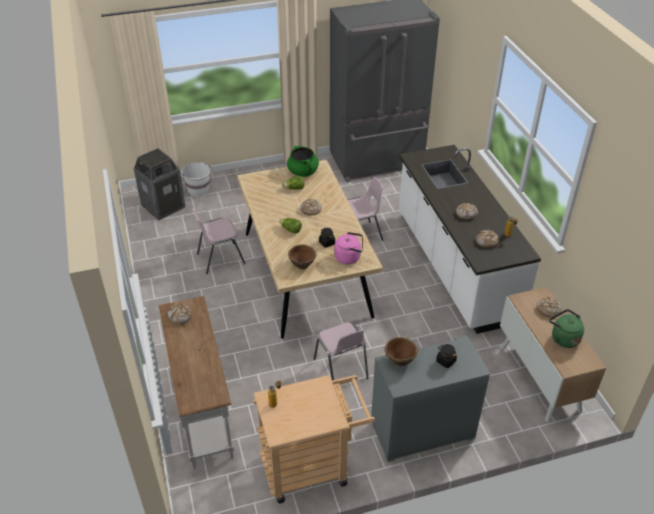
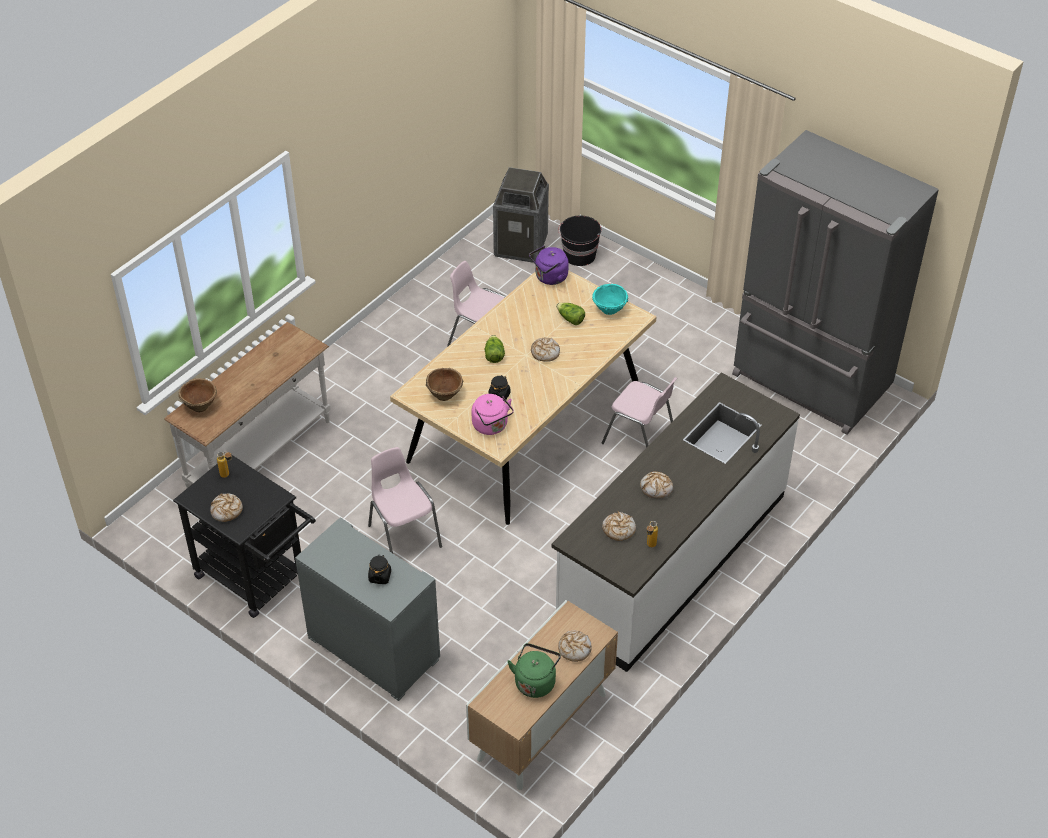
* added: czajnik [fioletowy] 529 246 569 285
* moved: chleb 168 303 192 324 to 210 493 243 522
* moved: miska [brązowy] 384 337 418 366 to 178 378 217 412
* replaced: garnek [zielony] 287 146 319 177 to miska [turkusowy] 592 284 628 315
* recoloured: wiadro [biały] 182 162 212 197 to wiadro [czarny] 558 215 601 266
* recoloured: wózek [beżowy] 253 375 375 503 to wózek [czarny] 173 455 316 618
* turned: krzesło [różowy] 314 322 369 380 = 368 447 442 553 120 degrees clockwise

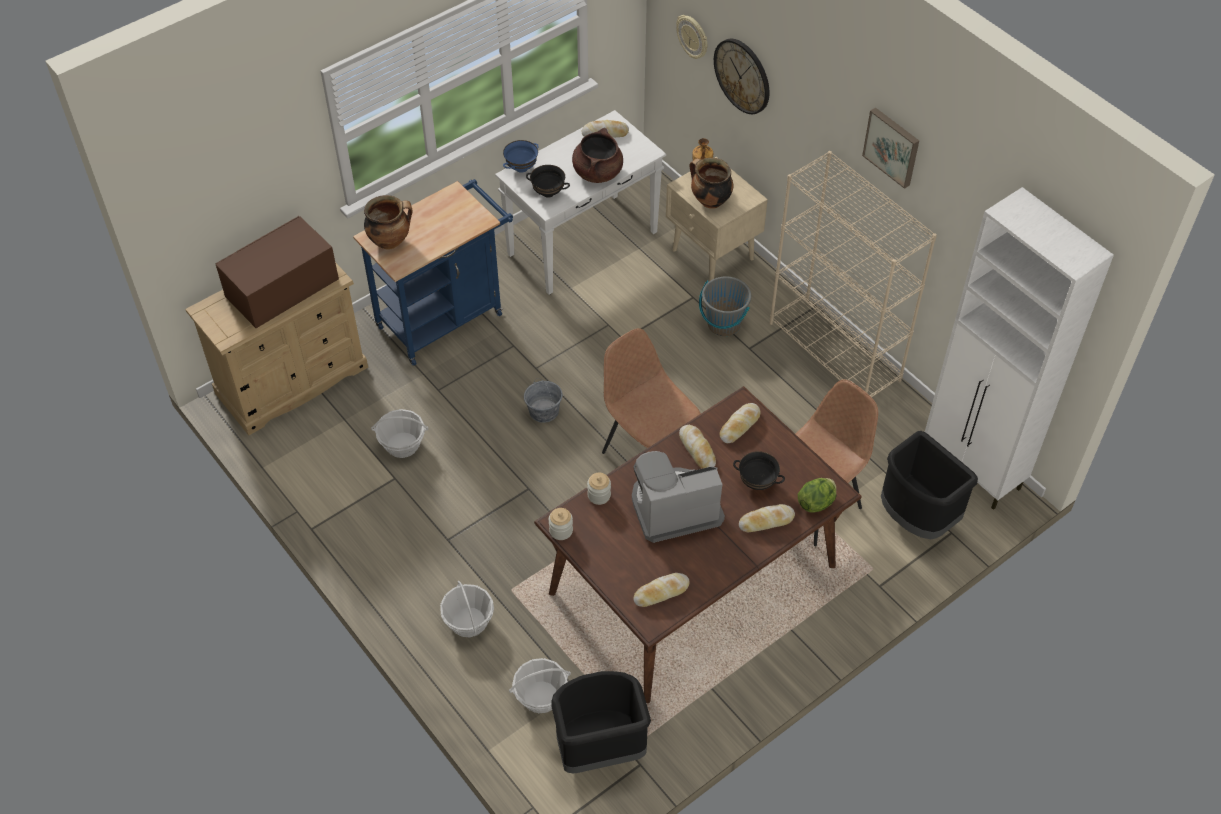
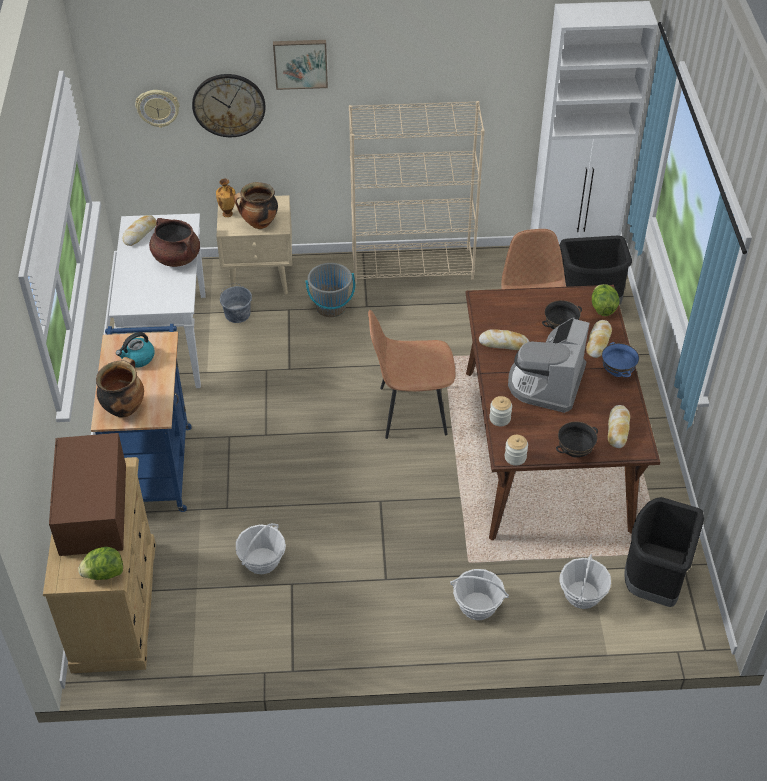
* removed: chleb 720 403 761 443
* added: sałata 78 547 123 580
* added: czajnik 116 332 155 368
* moved: miska [niebieski] 503 140 539 173 to 602 342 639 377
* moved: wiadro [szary] 524 378 563 423 to 220 283 252 323
* moved: miska [czarny] 526 165 570 198 to 556 422 598 457
* moved: obraz 862 108 919 189 to 273 40 328 90

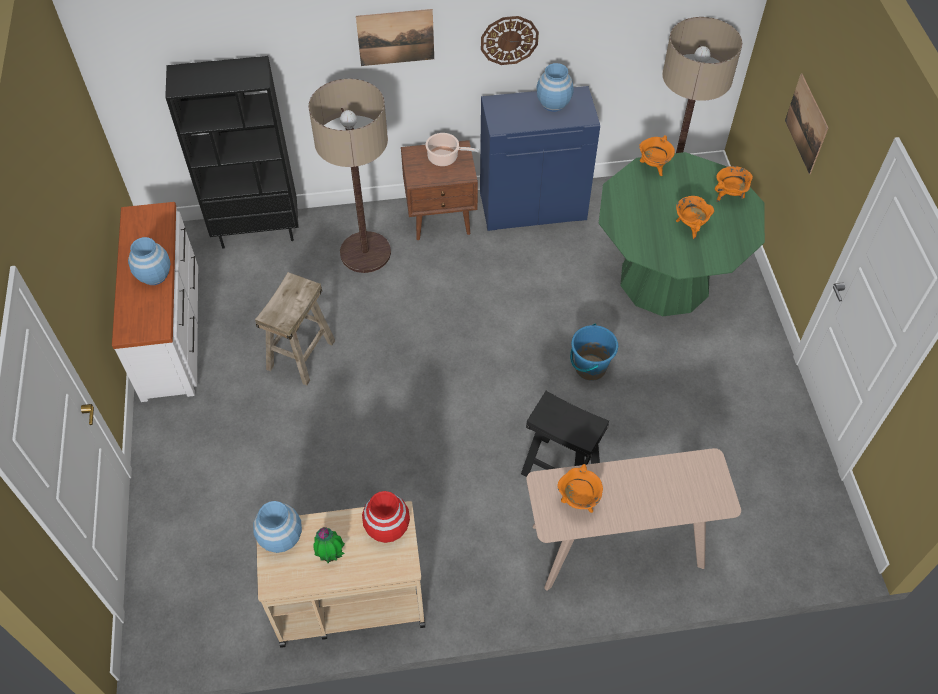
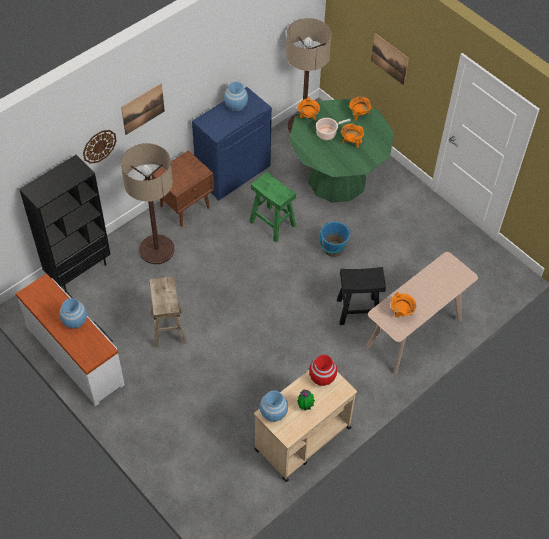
* added: stołek [zielony] 249 172 296 242
* moved: garnek 426 133 479 166 to 316 118 351 140
* moved: zegar ścienny 481 16 539 65 to 83 130 117 164

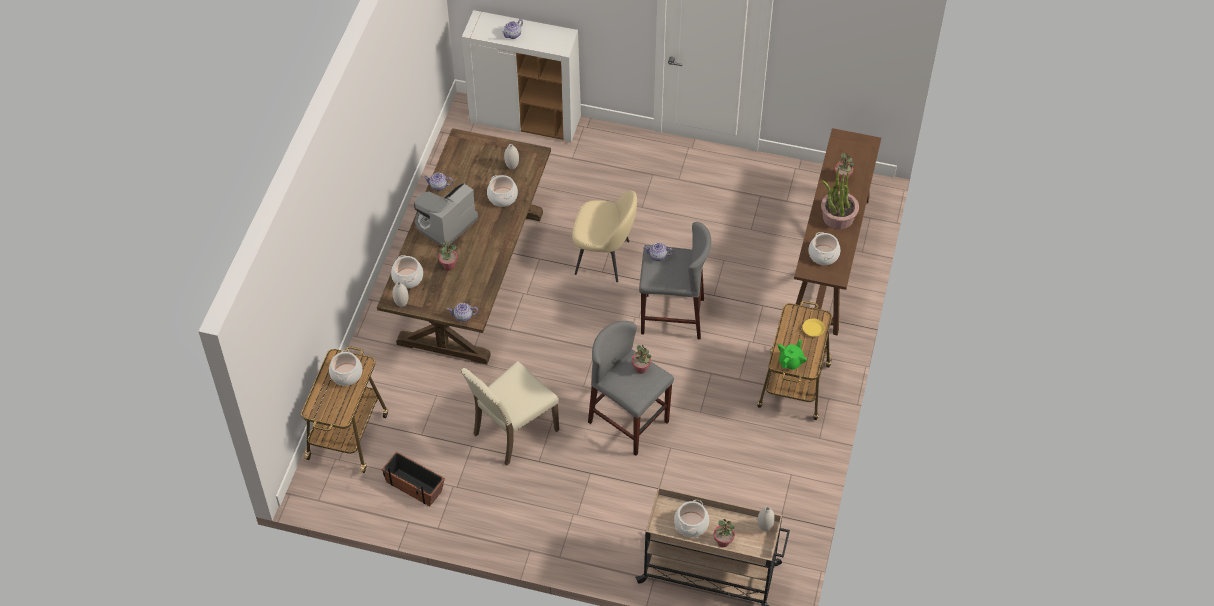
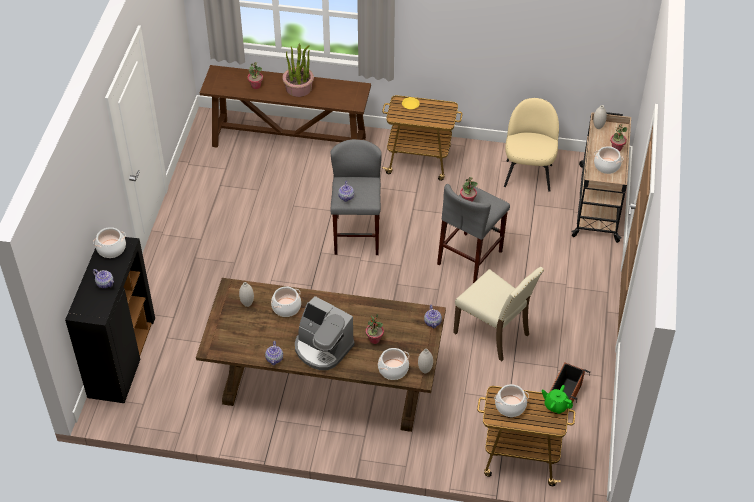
* moved: krzesło [beżowy] 572 190 637 282 to 504 98 559 192
* moved: imbryk [zielony] 778 340 807 370 to 542 385 573 414
* moved: garnek 808 232 840 265 to 93 227 126 258
* recoloured: szafka [biały] 462 10 581 142 to szafka [czarny] 65 237 155 403

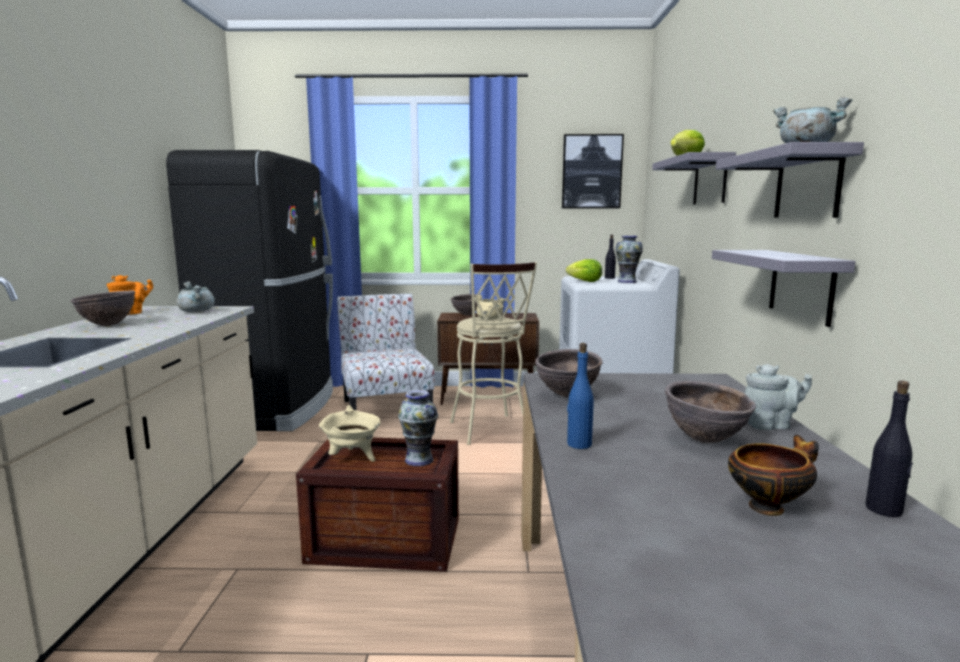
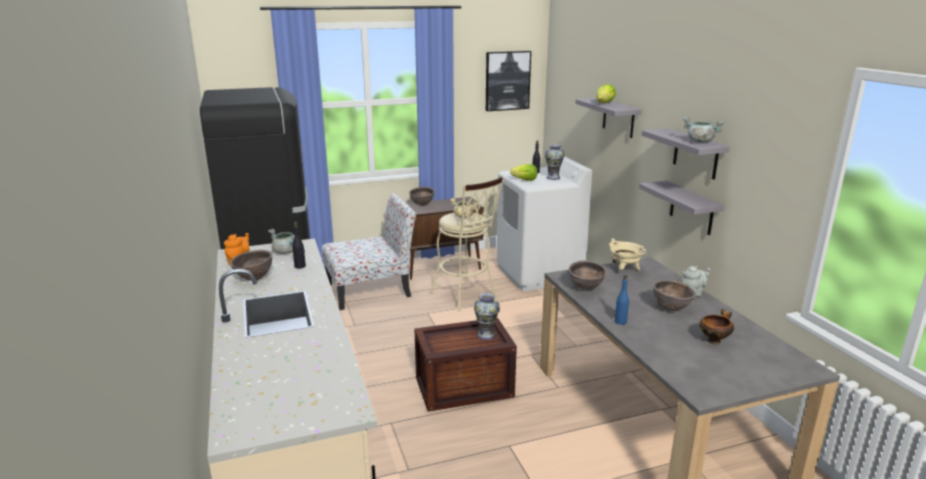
* moved: garnek [beżowy] 319 405 381 462 to 609 238 647 270
* moved: butelka [czarny] 865 381 913 517 to 292 222 306 269
* turned: krzesło 337 294 434 410 = 322 193 416 310 105 degrees clockwise

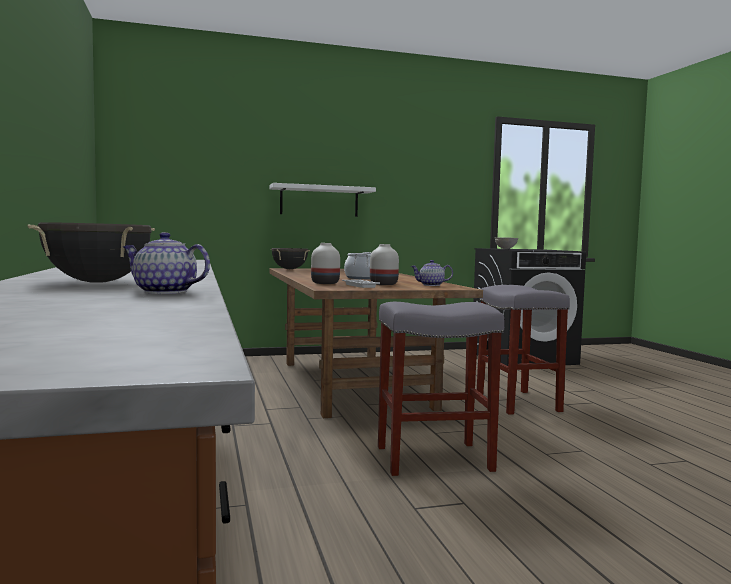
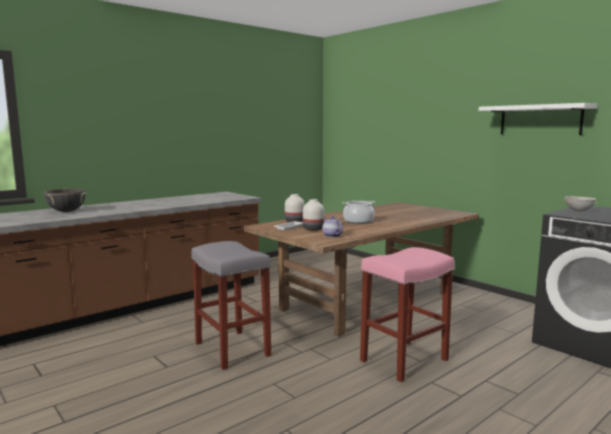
* removed: imbryk 123 232 210 294
* removed: garnek [czarny] 271 248 310 269
* moved: półka [biały] 269 183 376 217 to 479 103 597 135
* recoloured: stołek [szary] 477 285 570 415 to stołek [różowy] 360 247 455 382

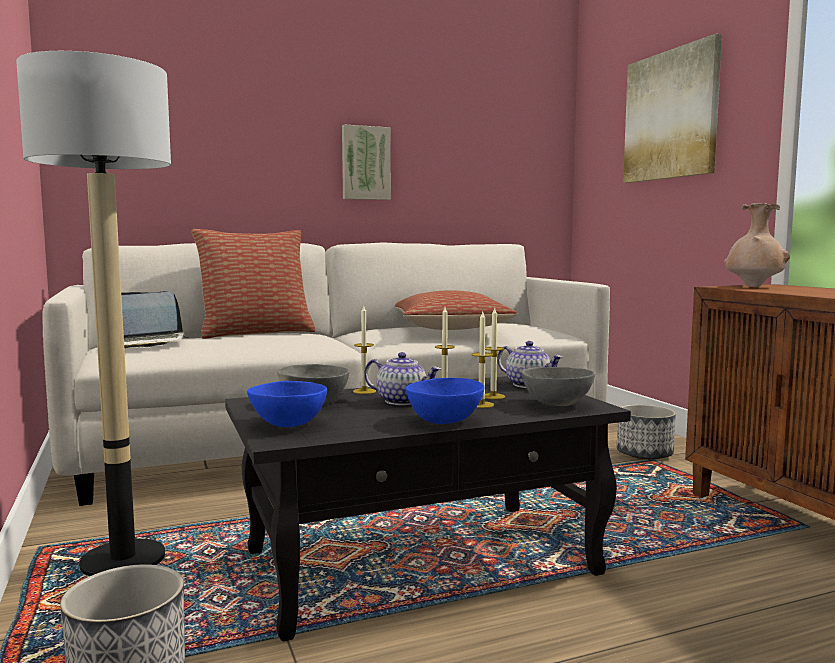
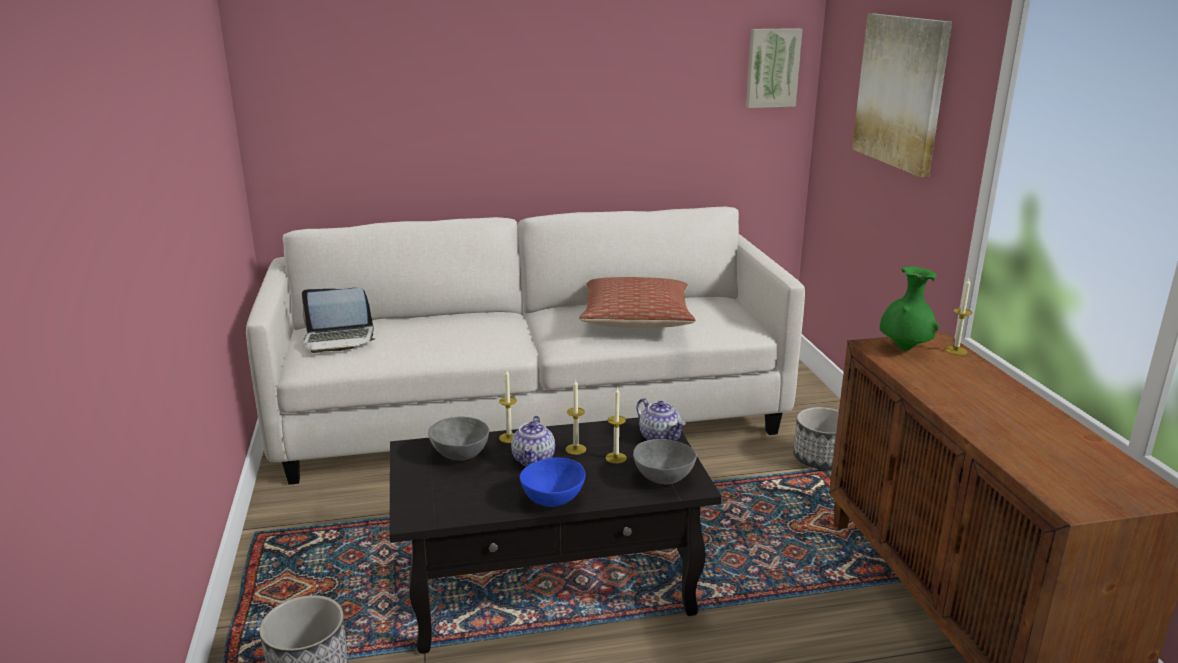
* removed: lampa stojąca 16 51 171 576
* removed: poduszka 191 229 316 339
* removed: miska [niebieski] 247 381 327 427
* moved: obraz 342 124 391 200 to 746 28 803 108
* moved: świeca 471 312 494 408 to 945 279 972 355
* recoloured: wazon [beżowy] 724 203 790 287 to wazon [zielony] 880 266 939 351
* turned: imbryk 364 352 441 405 = 511 416 555 466 60 degrees clockwise

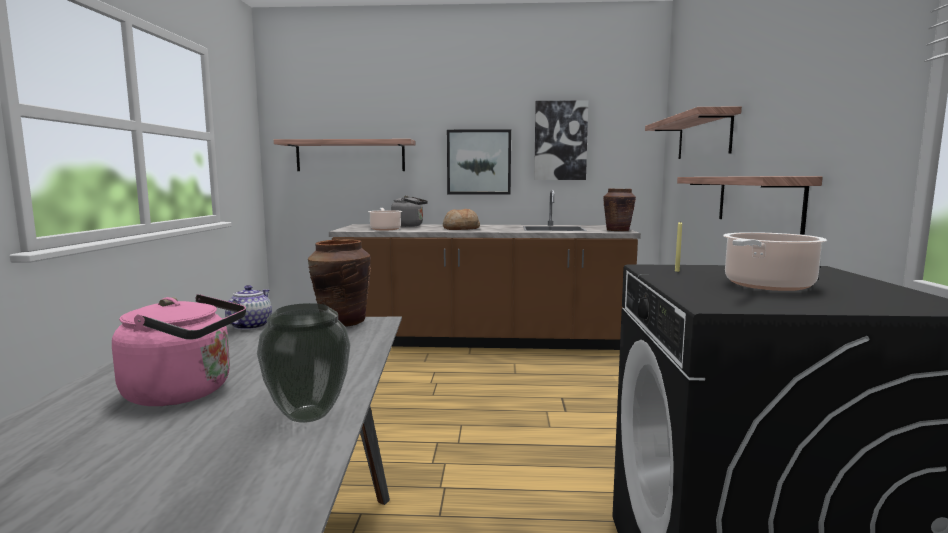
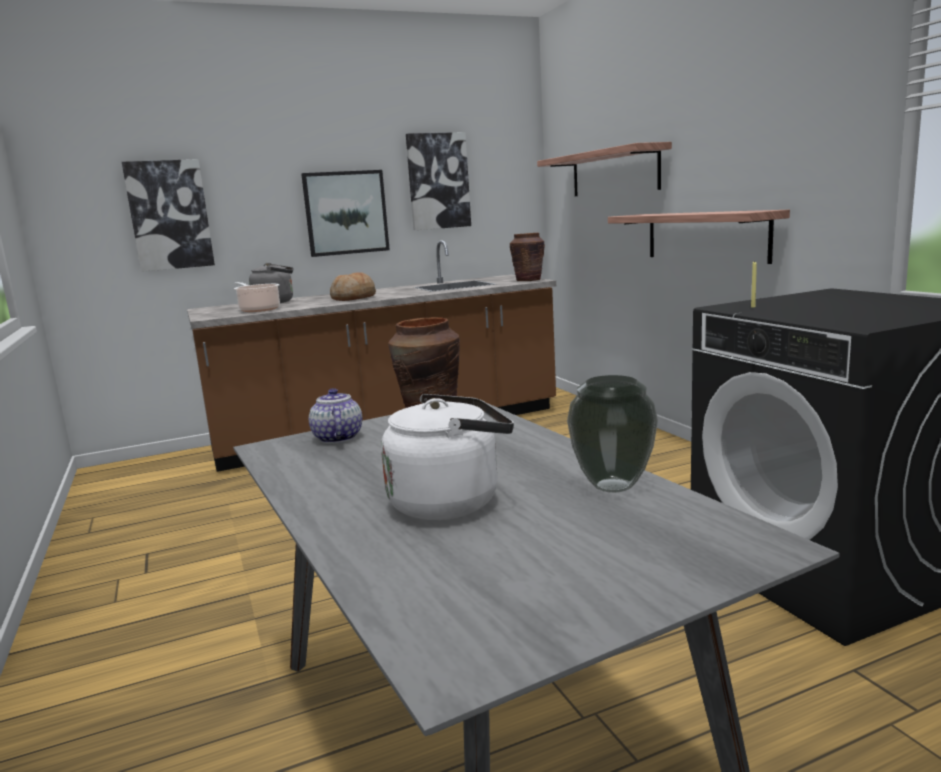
* removed: garnek 723 232 827 291
* replaced: półka 274 139 416 171 to obraz 122 159 215 272
* recoloured: czajnik [różowy] 112 294 246 406 to czajnik [biały] 381 394 514 520

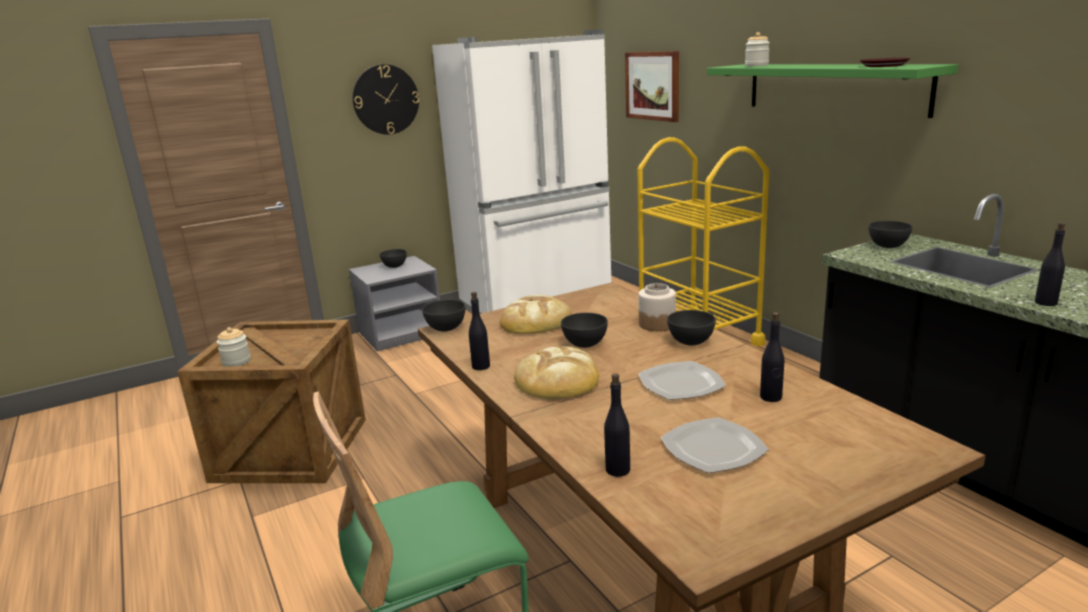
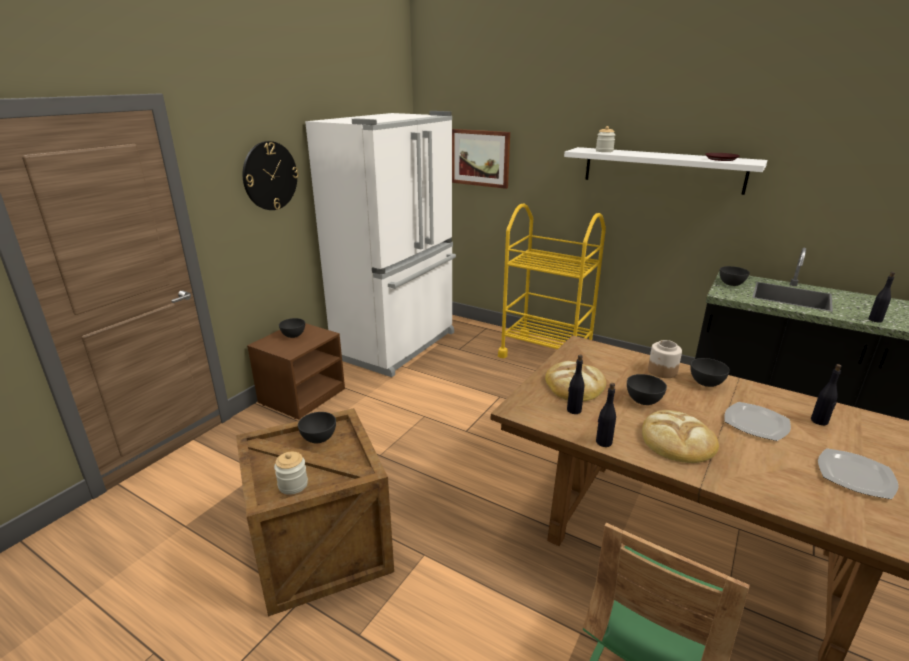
* moved: miska [szary] 422 300 465 332 to 298 412 336 443
* moved: butelka [czarny] 604 373 630 477 to 567 355 584 414
* recoloured: szafka nocna [szary] 349 256 440 352 to szafka nocna [brązowy] 247 323 345 419
* recoloured: półka [zielony] 707 64 958 118 to półka [biały] 564 147 768 195

